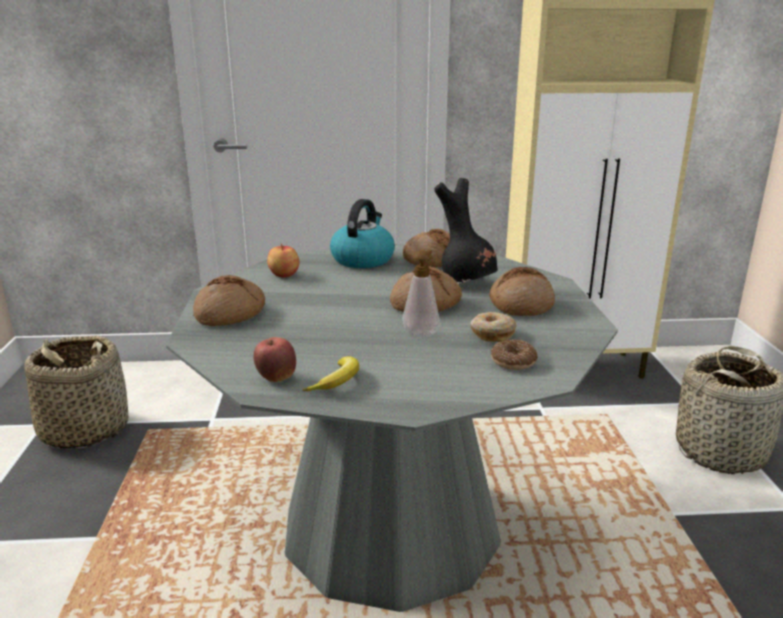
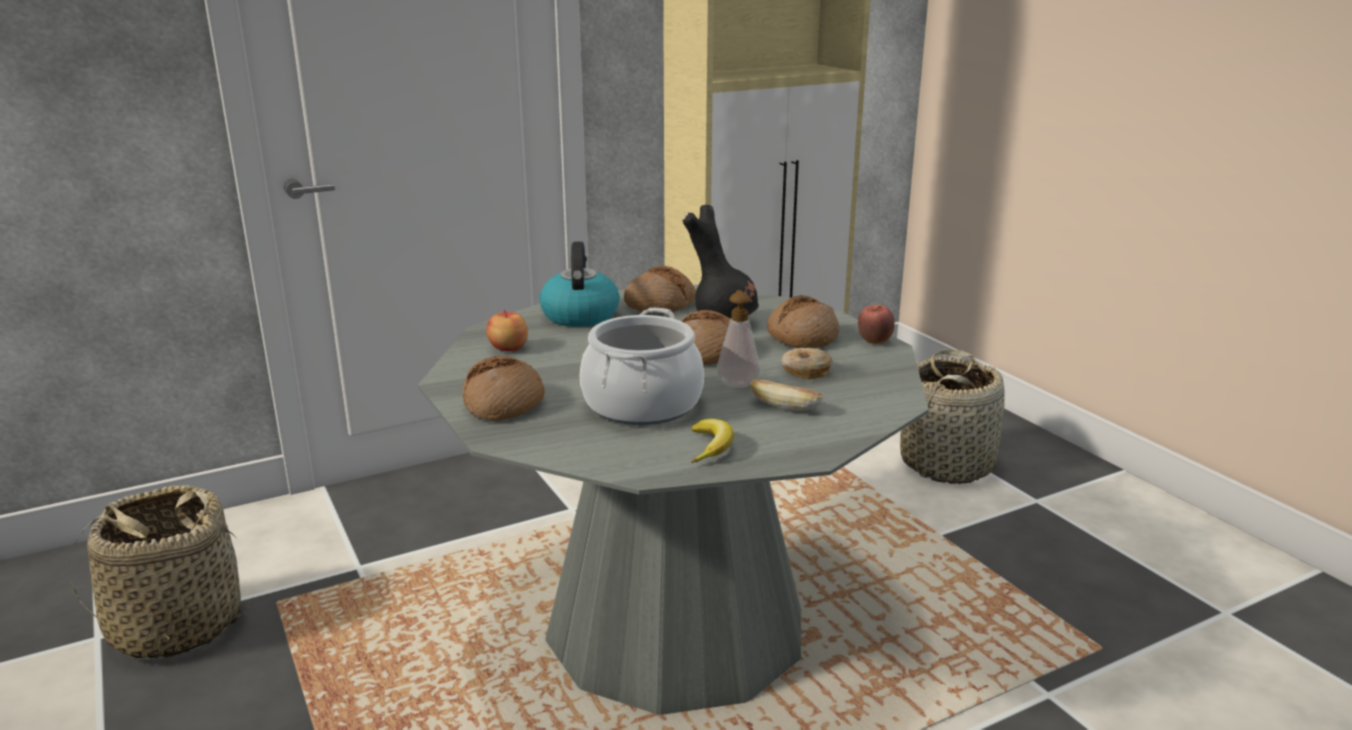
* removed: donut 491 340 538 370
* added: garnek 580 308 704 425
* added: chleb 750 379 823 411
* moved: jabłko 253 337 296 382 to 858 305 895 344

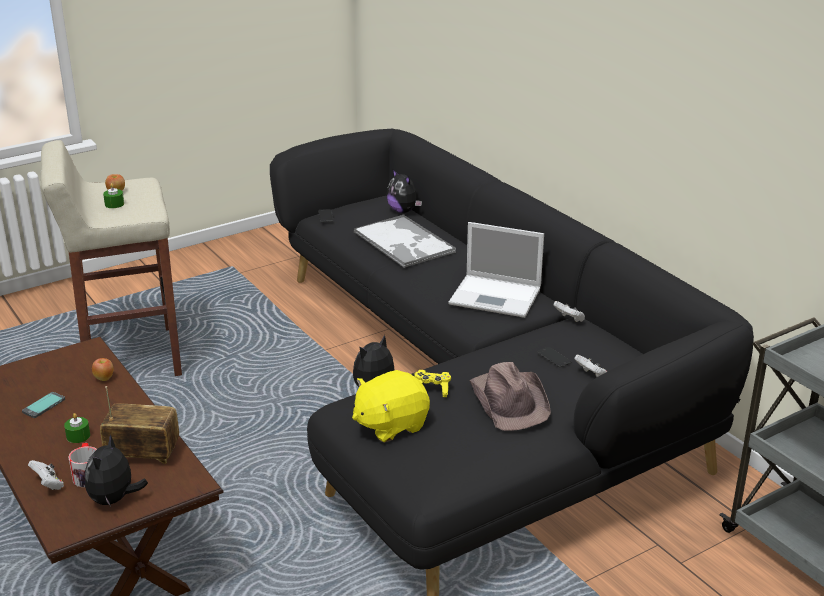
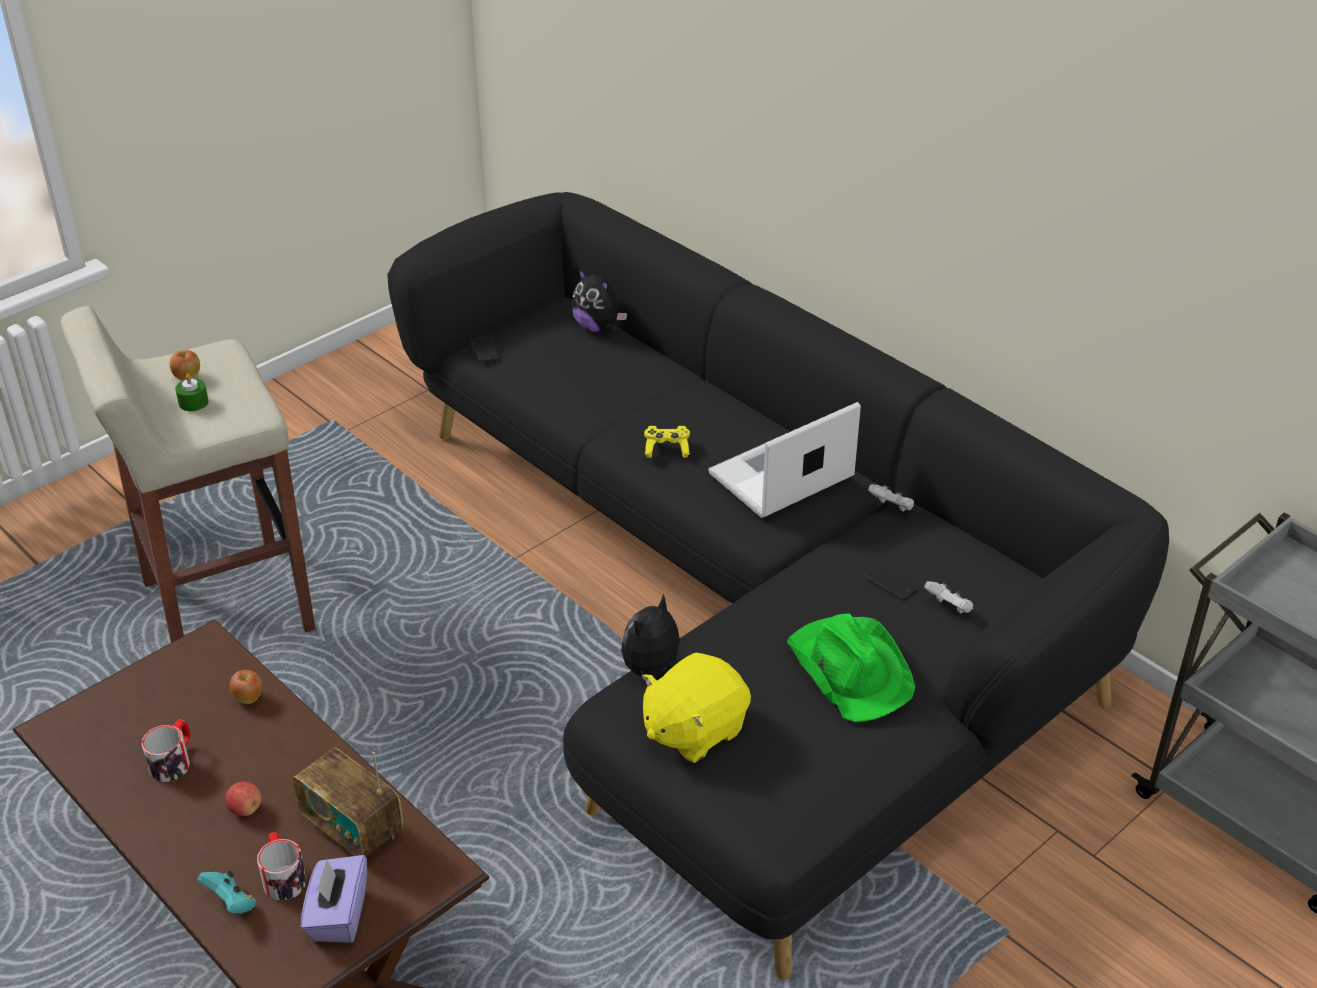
* removed: taca 354 214 456 268
* moved: pad do gier [żółty] 414 370 451 397 to 644 426 690 458
* replaced: telefon 22 392 65 418 to kubek 141 719 190 782
* replaced: świeca [zielony] 64 413 90 443 to jabłko 225 782 261 816
* replaced: pluszak 85 435 148 506 to pudełko chusteczek [fioletowy] 301 855 367 943
* recoloured: pad do gier [biały] 28 460 64 490 to pad do gier [turkusowy] 197 871 256 914
* recoloured: kapelusz [brązowy] 469 362 551 431 to kapelusz [zielony] 787 614 915 722
* turned: radio 100 386 179 464 = 293 747 403 857 135 degrees counterclockwise
* turned: laptop 448 222 544 318 = 708 402 861 518 135 degrees clockwise

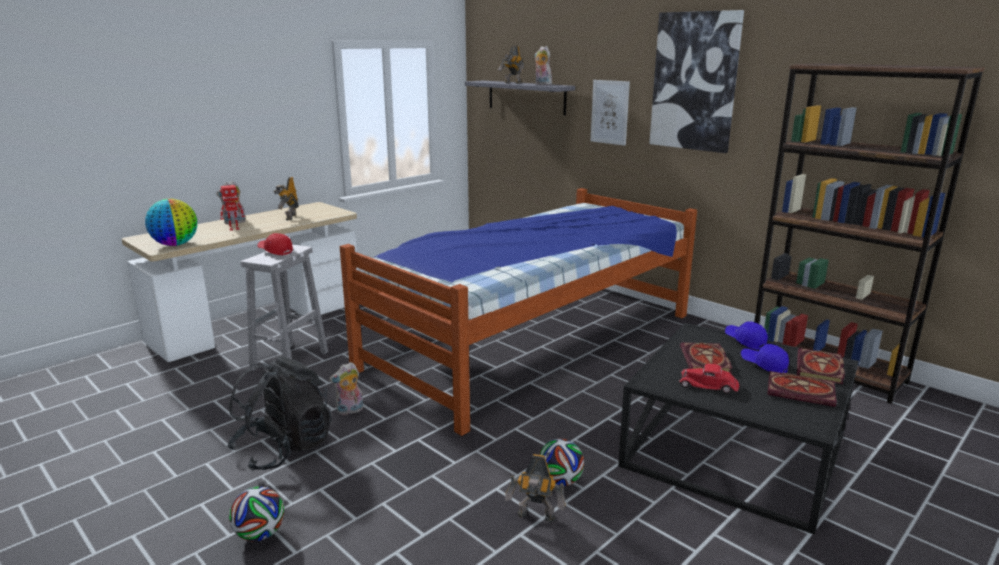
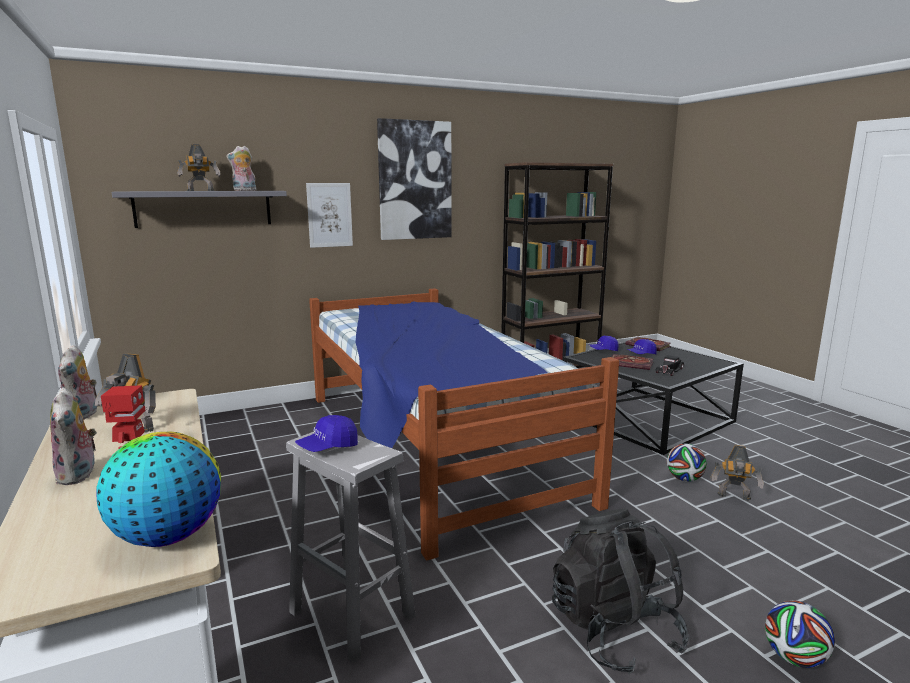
* removed: książka 767 371 836 407
* moved: pluszak 329 362 363 415 to 58 345 97 420
* recoloured: czapka z daszkiem [czerwony] 257 233 293 255 to czapka z daszkiem [niebieski] 295 415 358 452
* recoloured: samochodzik [czerwony] 680 364 739 394 to samochodzik [czarny] 656 355 684 376
* turned: robot zabawkowy 505 454 566 522 = 711 445 764 501 75 degrees clockwise

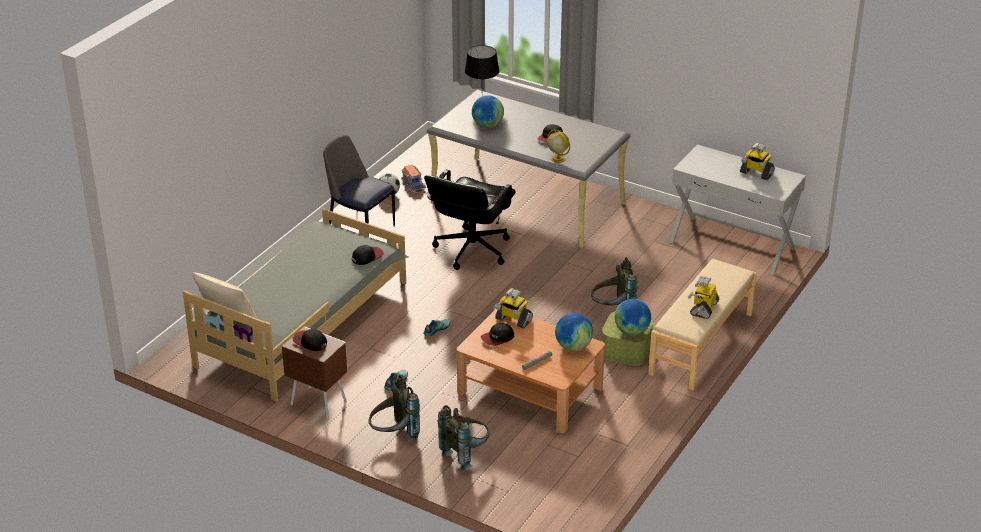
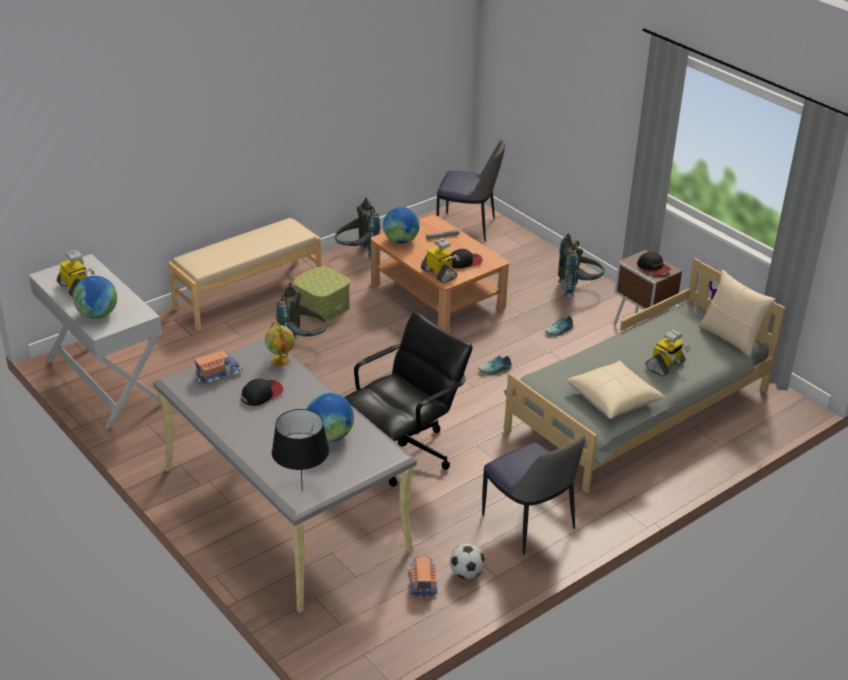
* removed: czapka z daszkiem 352 245 384 265
* added: ciężarówka zabawkowa 195 350 242 384
* added: krzesło 436 139 505 242
* added: poduszka [beżowy] 566 361 665 419
* moved: plecak [szary] 438 405 490 471 to 335 197 380 258
* moved: globus 615 299 651 335 to 73 276 117 319
* moved: robot zabawkowy 688 275 719 319 to 646 329 691 377

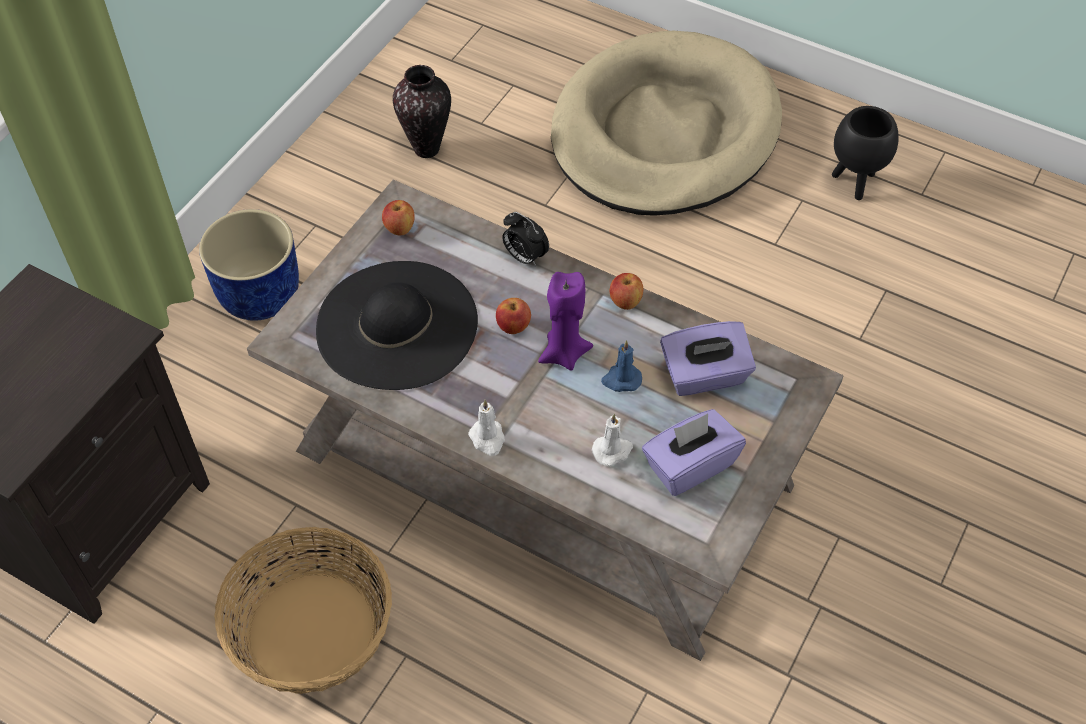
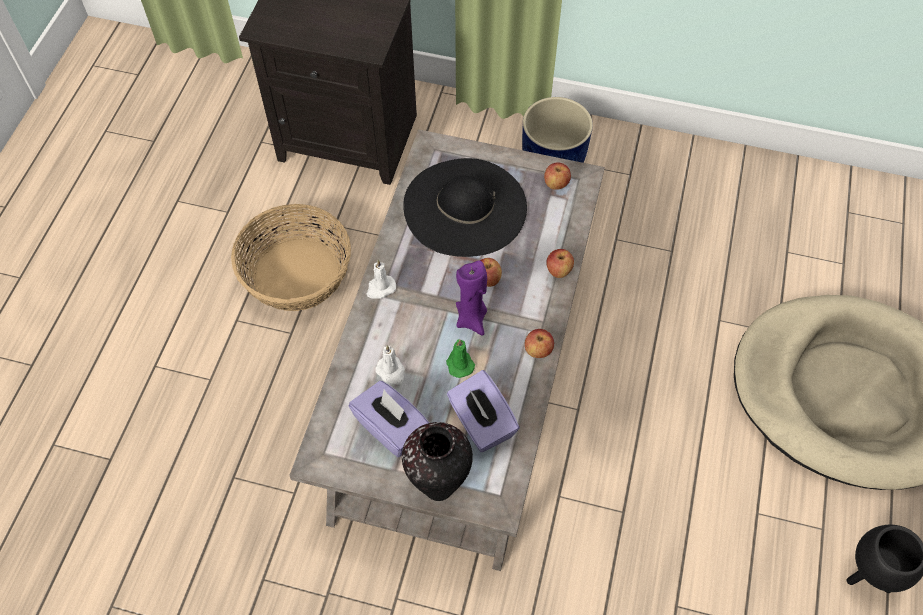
* moved: wazon 393 65 451 158 to 402 422 473 501
* replaced: budzik 502 212 549 266 to jabłko 546 249 574 278
* recoloured: świeca [niebieski] 601 340 642 392 to świeca [zielony] 446 339 475 378

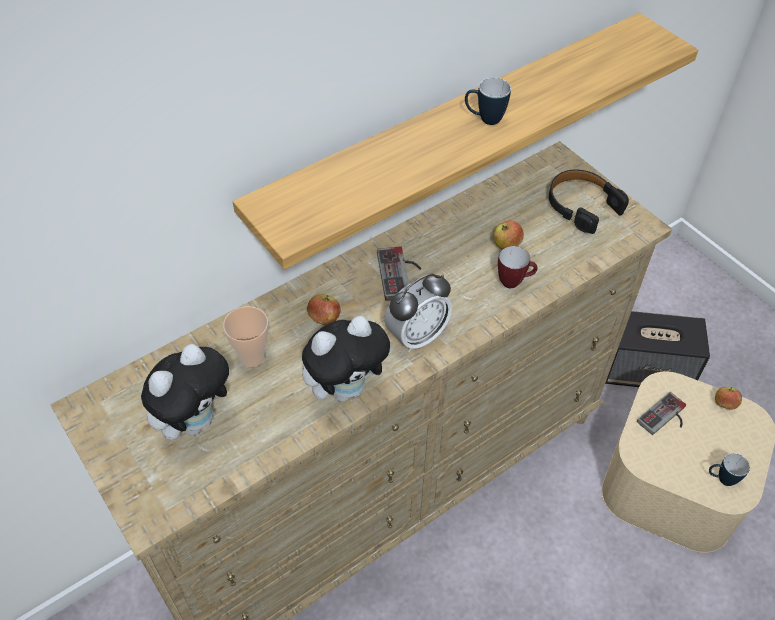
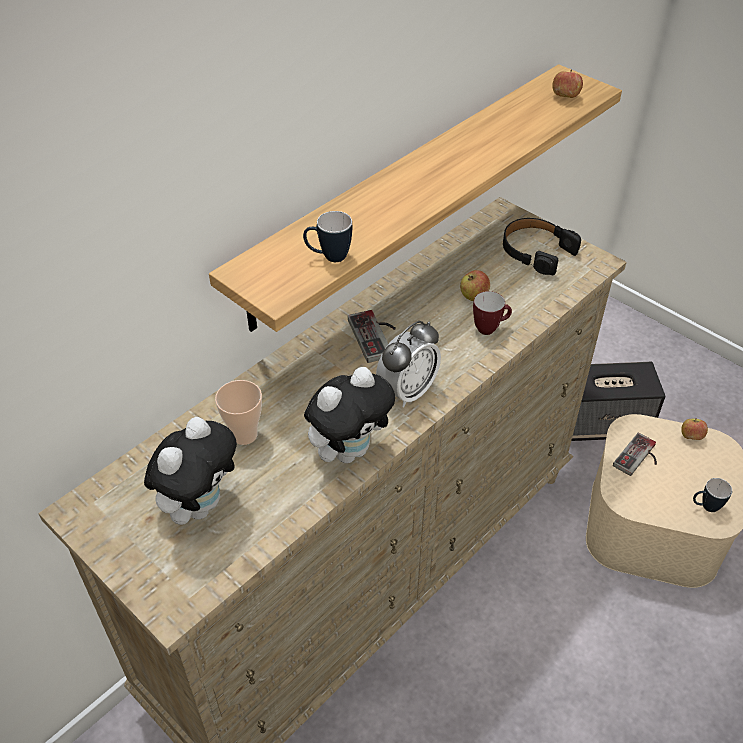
* moved: jabłko 307 294 340 325 to 552 69 583 98
* moved: kubek 465 78 511 125 to 303 211 352 262

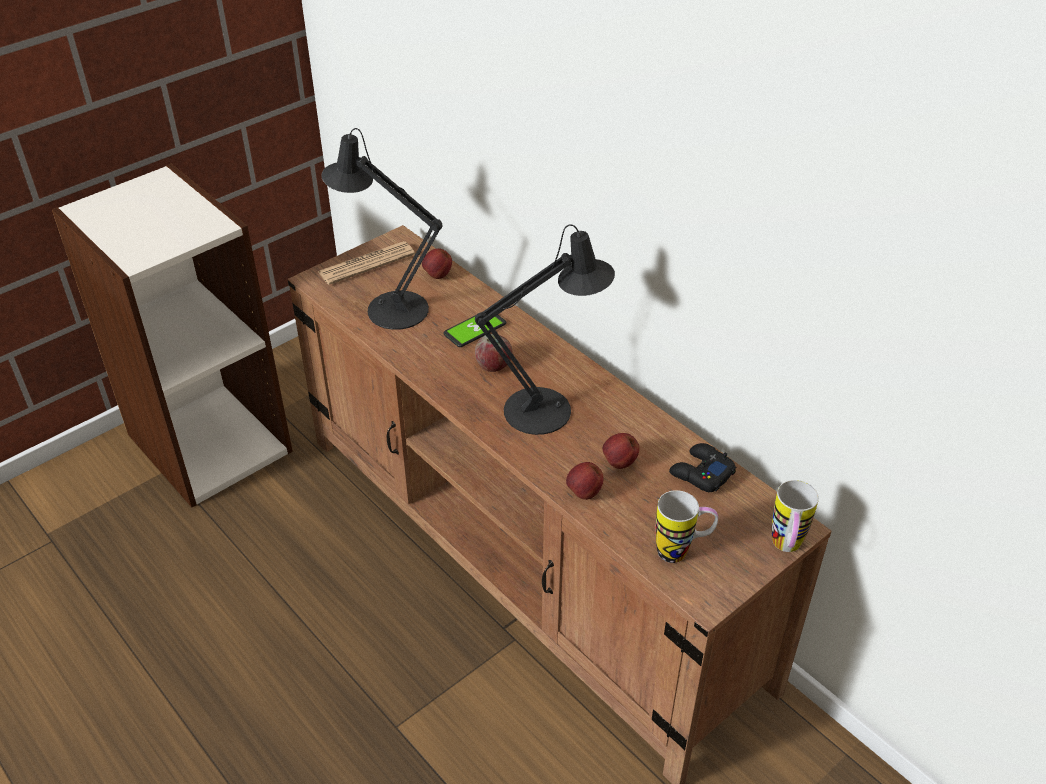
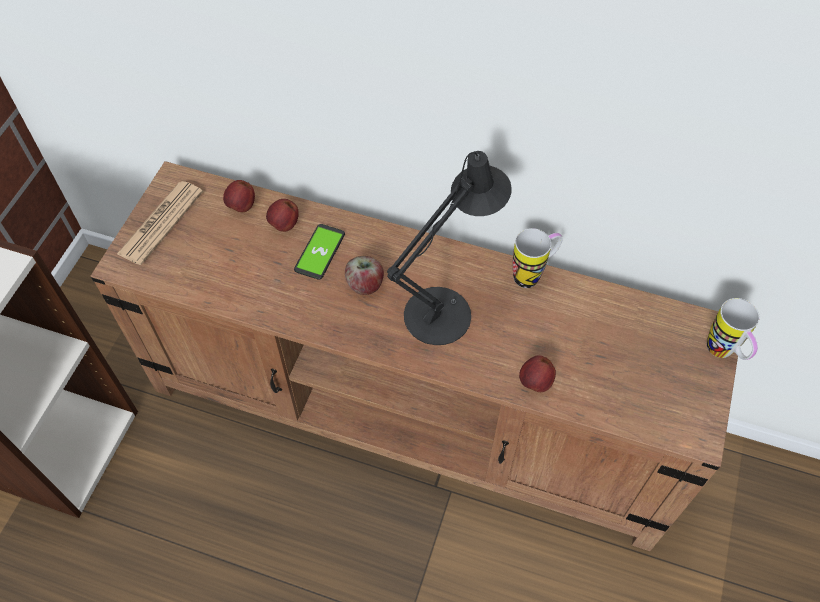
* removed: lampa stołowa [czarny] 321 128 443 330
* removed: pad do gier [czarny] 669 443 736 492
* moved: jabłko 602 433 640 469 to 266 199 299 232
* moved: kubek 655 490 718 563 to 513 228 563 288

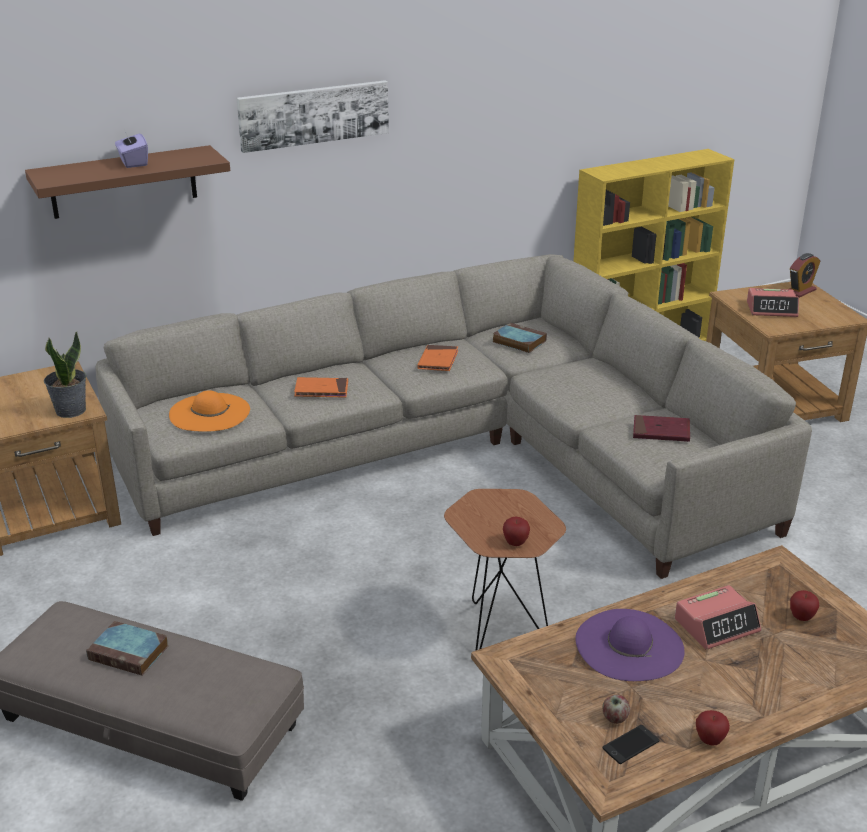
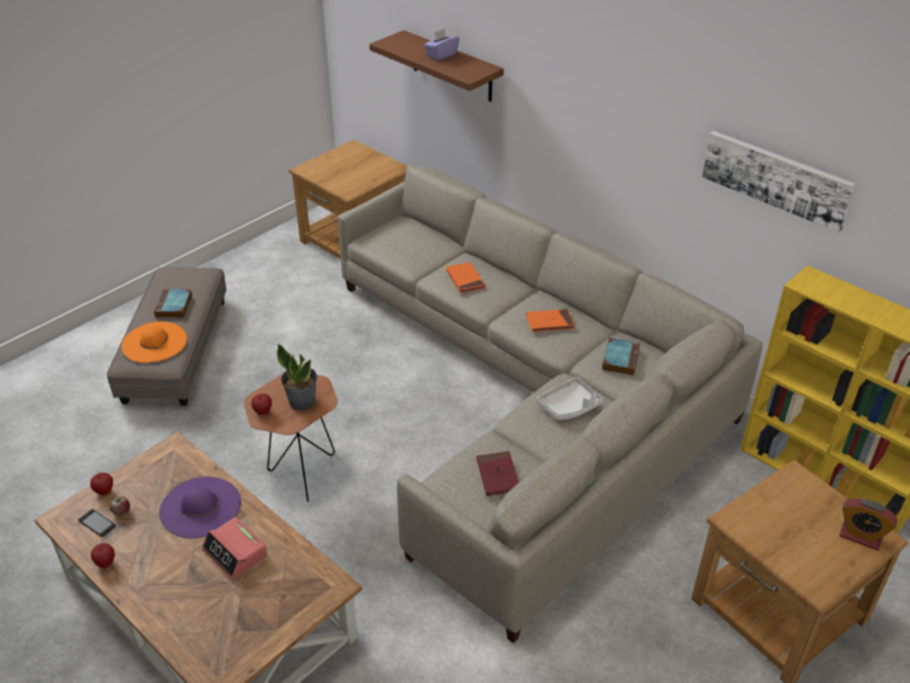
* removed: budzik 747 288 799 317
* added: taca [szary] 536 377 603 420
* moved: roślina doniczkowa 44 332 86 418 to 276 344 317 411
* moved: kapelusz [pomarańczowy] 169 390 250 432 to 121 321 187 363
* moved: obraz 237 80 389 153 to 702 131 856 232
* moved: jabłko 790 590 819 621 to 90 473 113 495

